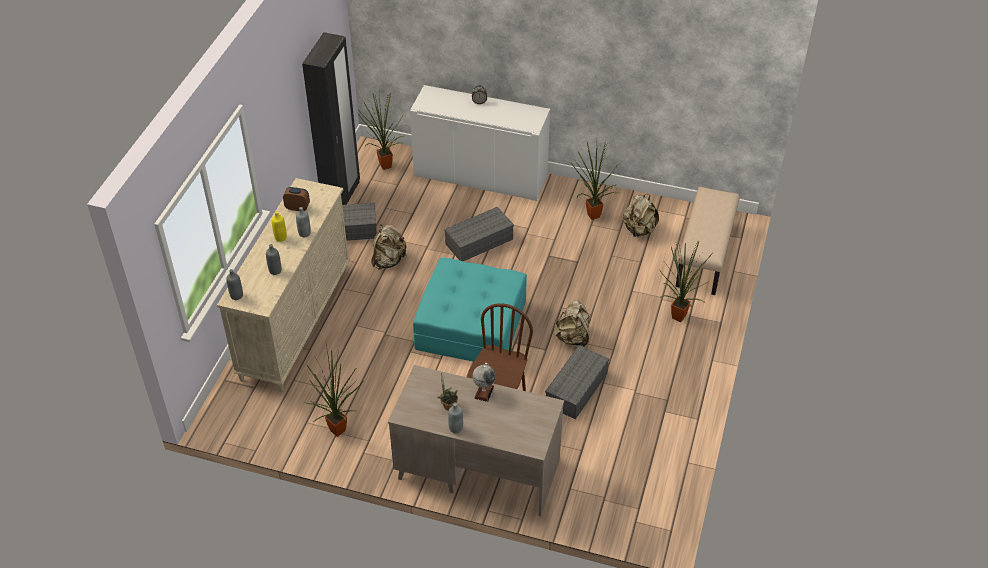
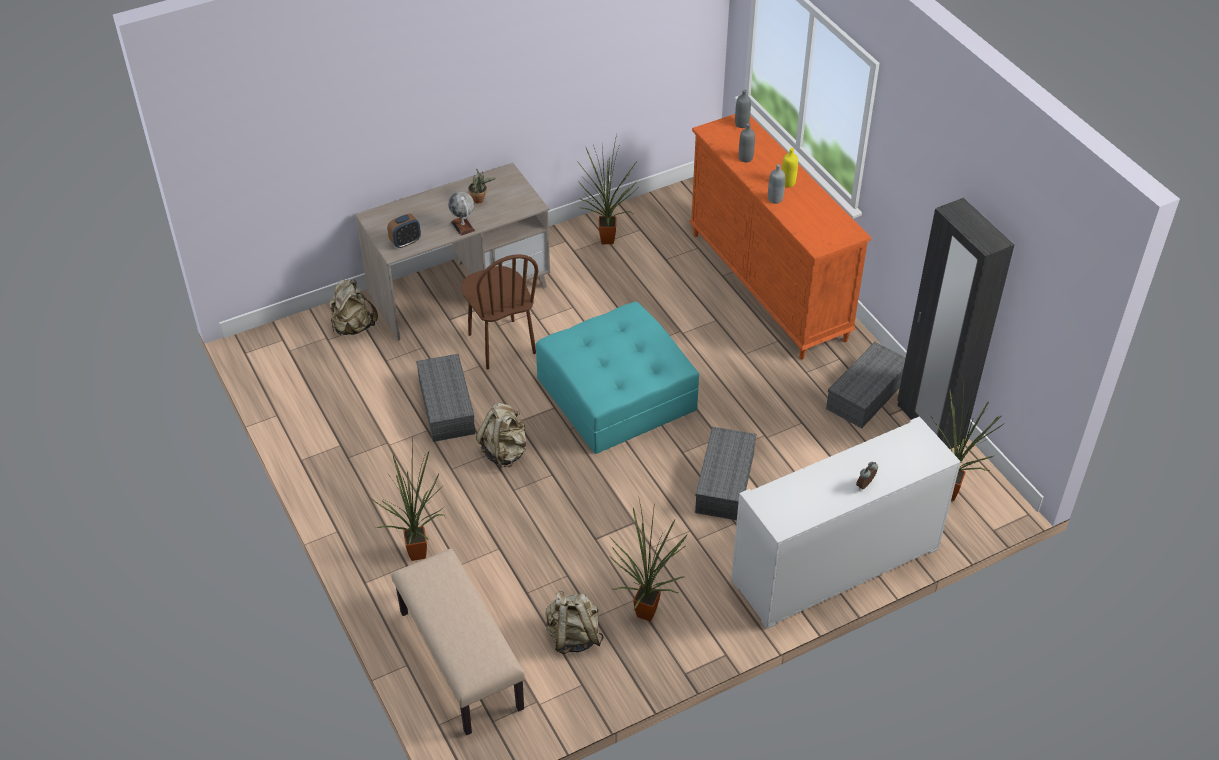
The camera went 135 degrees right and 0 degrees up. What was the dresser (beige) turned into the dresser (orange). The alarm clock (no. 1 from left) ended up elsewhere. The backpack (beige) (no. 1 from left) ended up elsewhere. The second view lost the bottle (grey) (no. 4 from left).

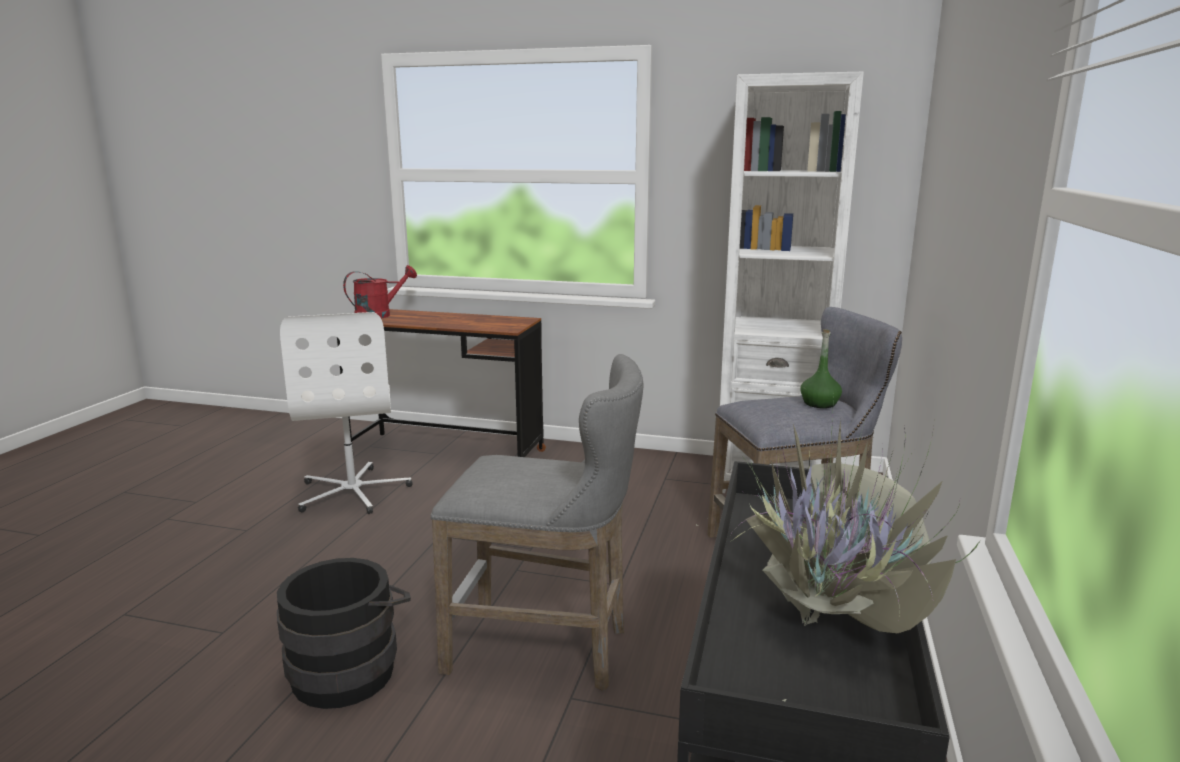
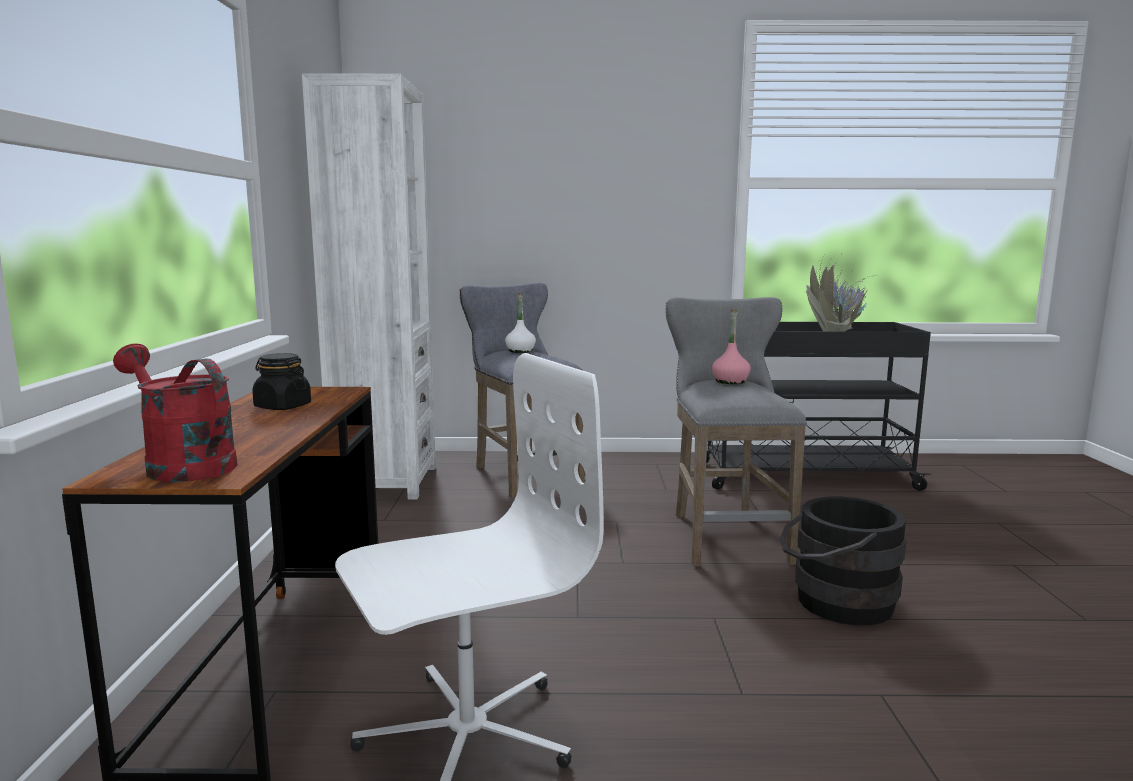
The camera went 105 degrees left and 5 degrees down. What was the bottle (green) turned into the bottle (white). The second view gained the jar (black). The second view gained the bottle (pink).

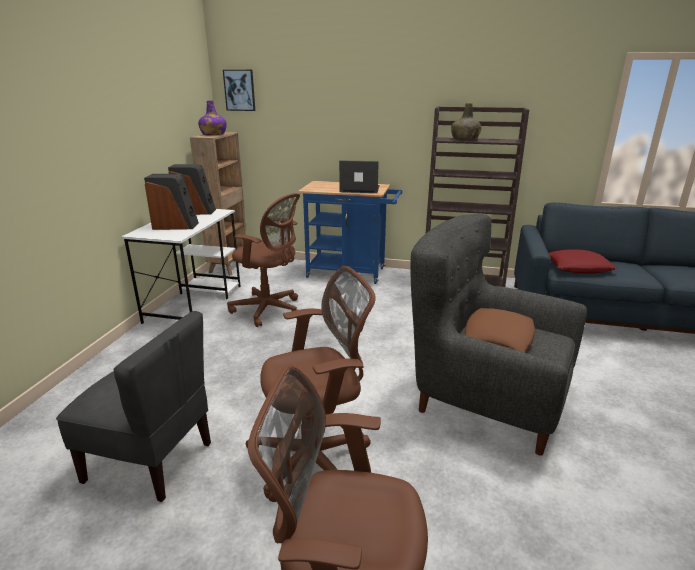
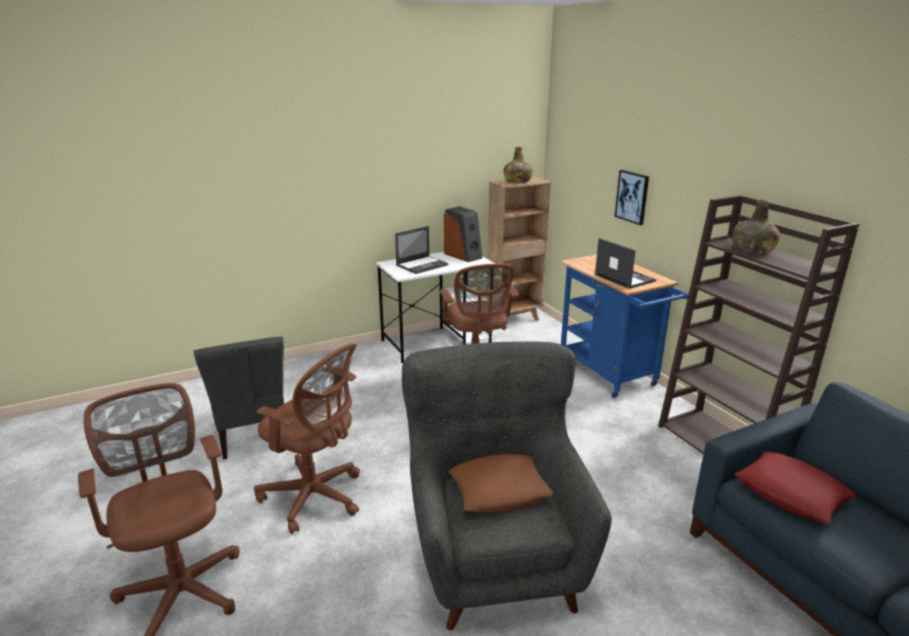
The camera went 50 degrees right and 0 degrees up. Where the speaker (no. 1 from left) stood, the laptop (no. 1 from left) came to stand. What was the bottle (purple) turned into the bottle (green) (no. 1 from left). The picture ended up elsewhere.

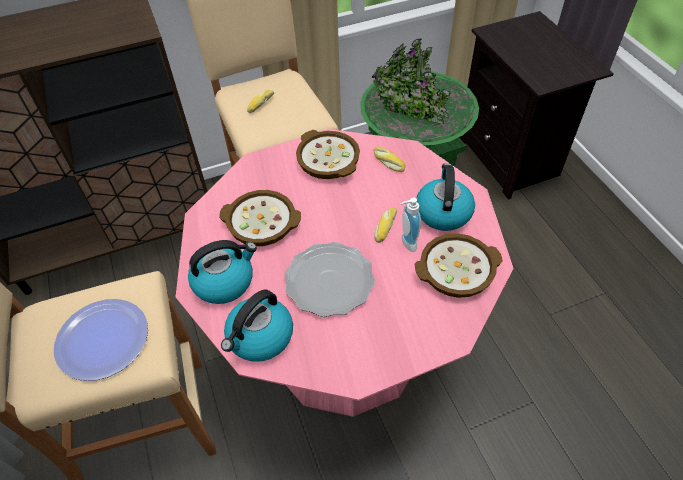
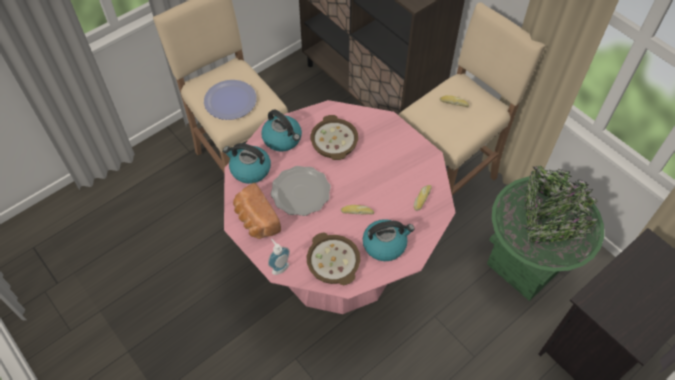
The camera went 70 degrees right and 5 degrees up. The second view lost the bowl (no. 2 from left). The soap dispenser ended up elsewhere. The second view gained the bread (no. 1 from left).

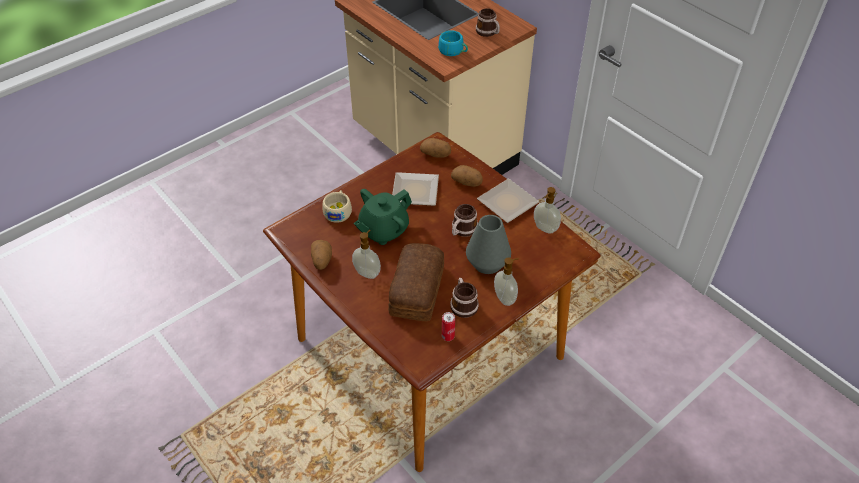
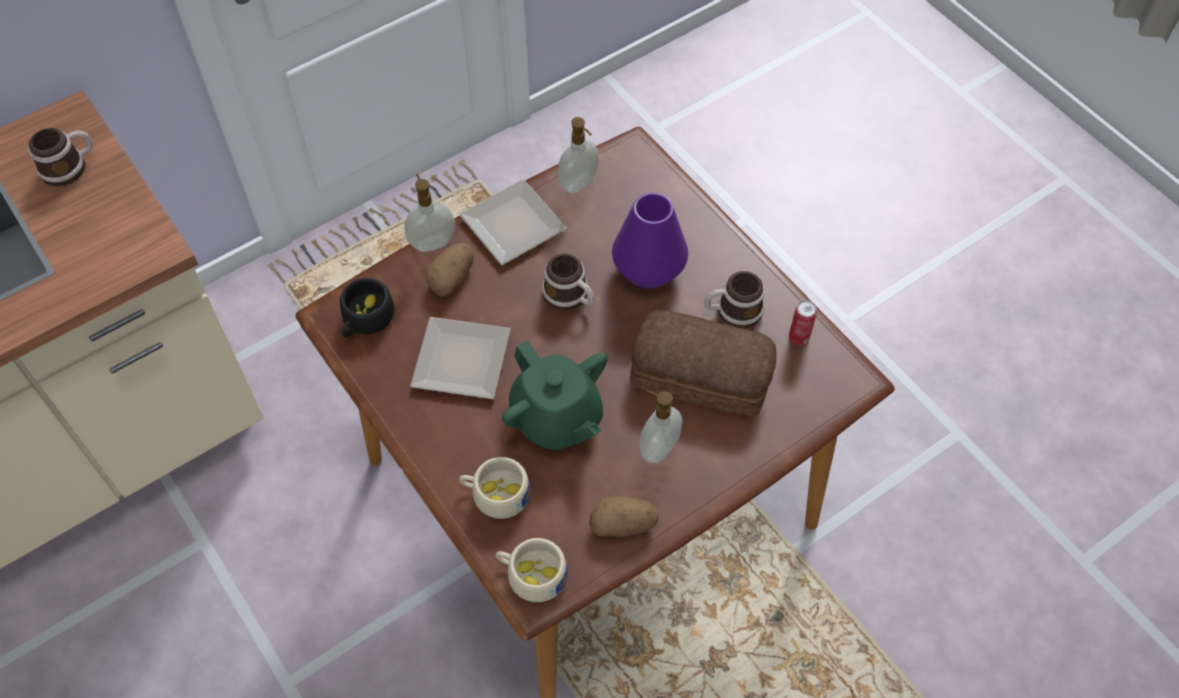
The camera went 85 degrees left and 10 degrees up. Where the potato (no. 2 from left) stood, the cup (black) came to stand. The second view lost the cup (turquoise). What was the vase (grey) turned into the vase (purple). The soap dispenser (no. 2 from left in the first image) ended up elsewhere. The second view gained the cup (beige) (no. 2 from left).

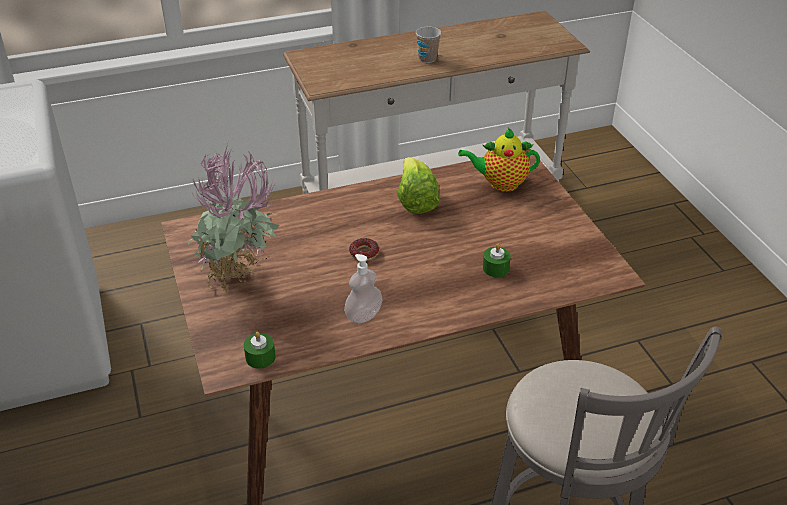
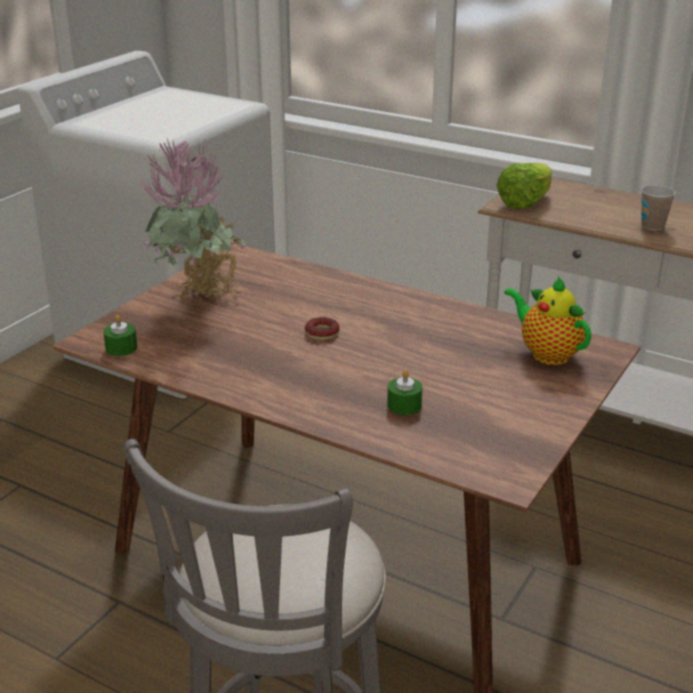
The camera went 50 degrees right and 10 degrees down. The second view lost the soap dispenser. The lettuce ended up elsewhere.

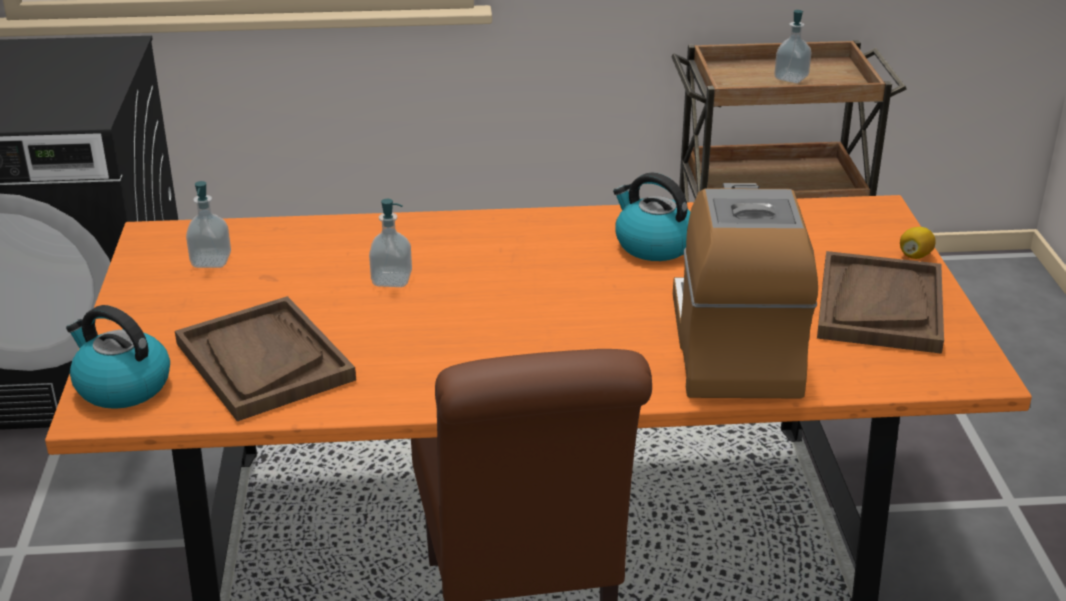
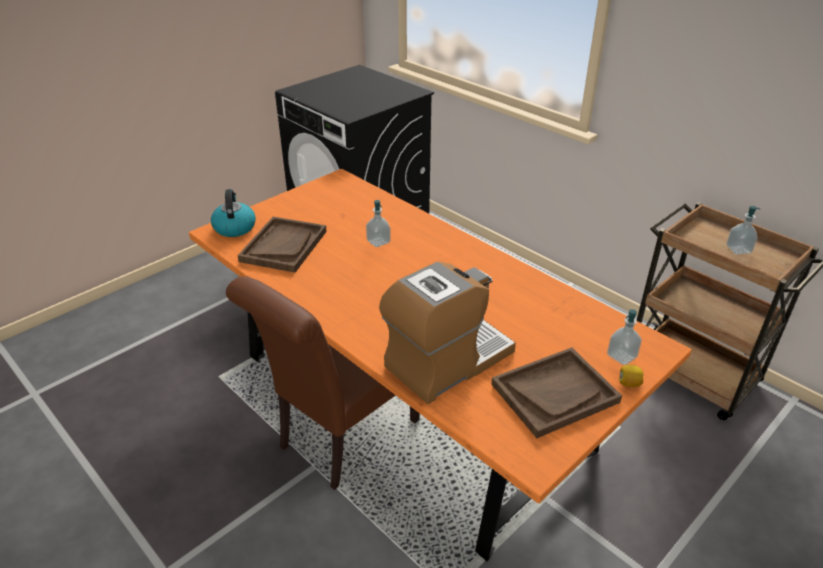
The camera went 50 degrees right and 5 degrees up. The soap dispenser (no. 1 from left in the first image) ended up elsewhere. The second view lost the kettle (no. 2 from left).

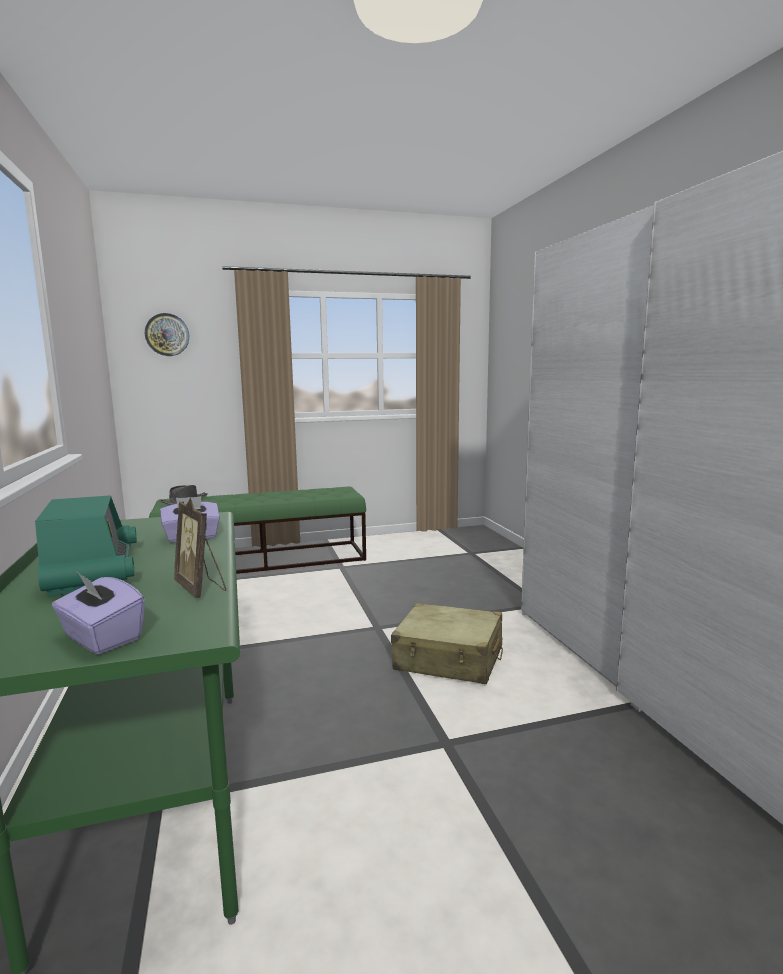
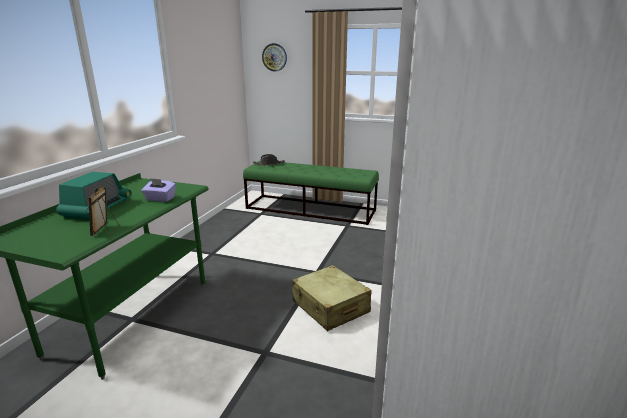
The camera went 35 degrees right and 10 degrees up. The second view lost the tissue box (purple) (no. 1 from left).

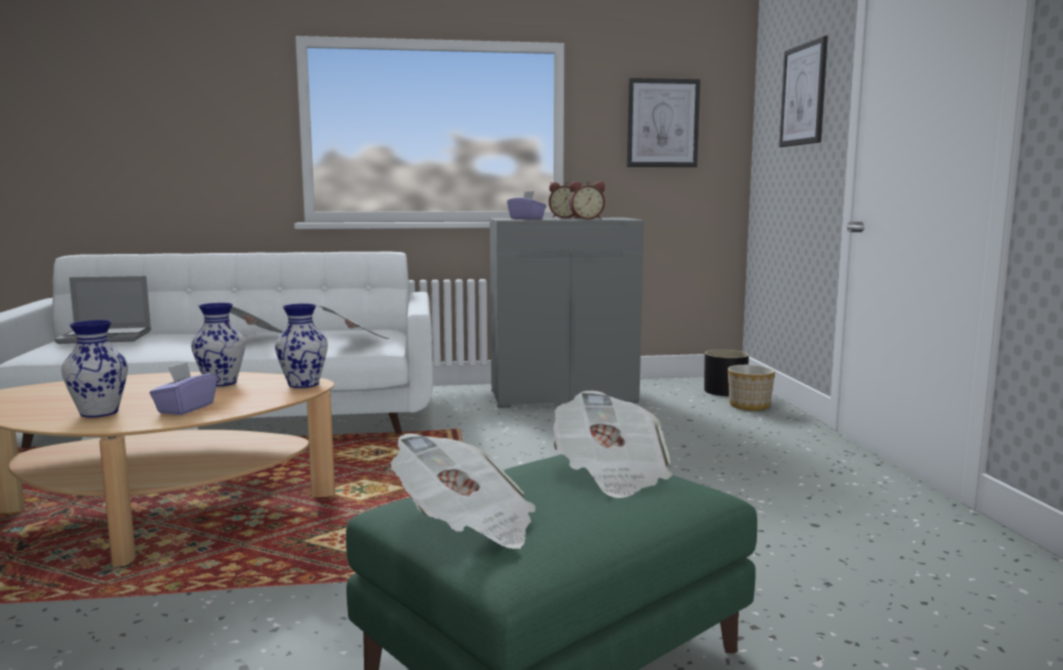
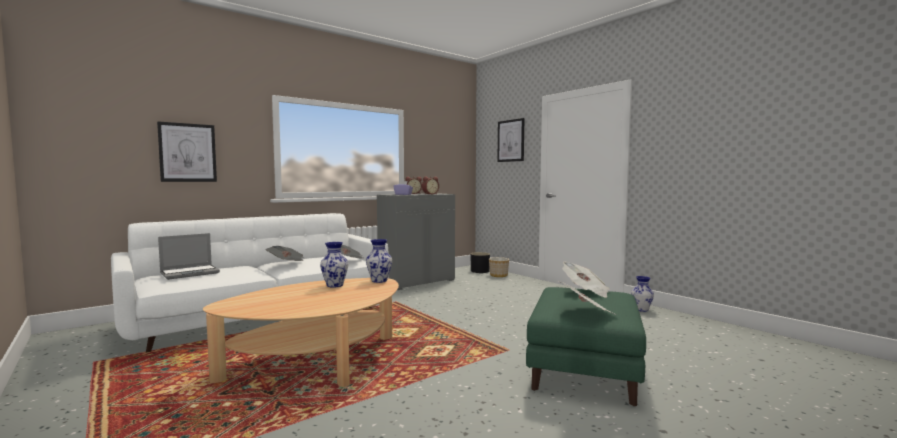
The camera went 30 degrees left and 5 degrees down. The vase (no. 1 from left in the first image) ended up elsewhere. The second view lost the tissue box (purple) (no. 1 from left). The picture (no. 1 from left) ended up elsewhere.

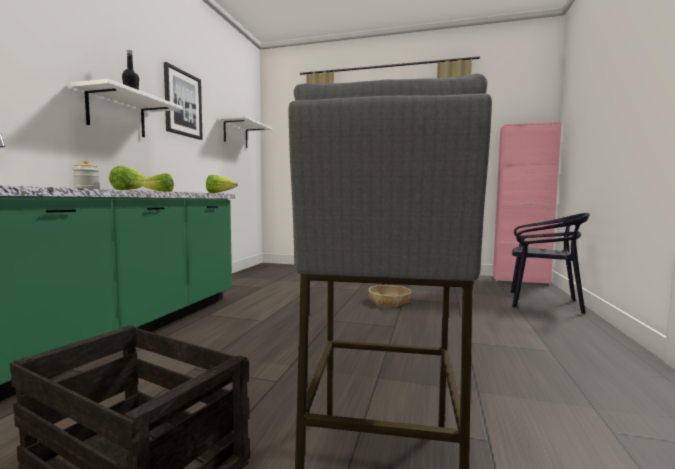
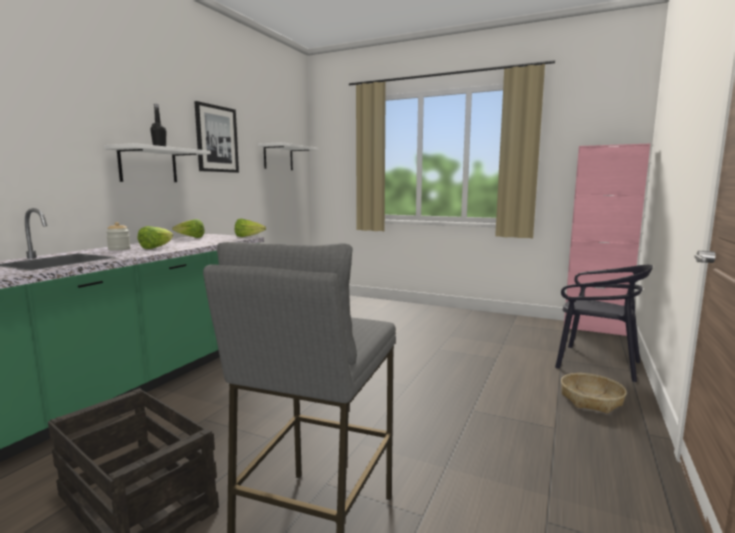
The camera went 10 degrees right and 5 degrees up. The basket ended up elsewhere.

